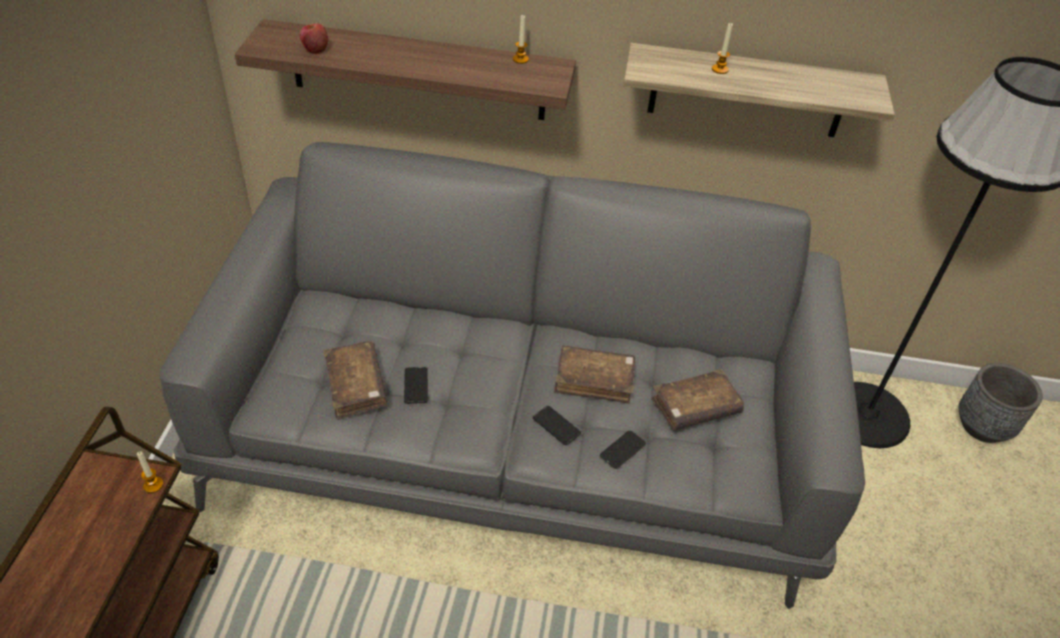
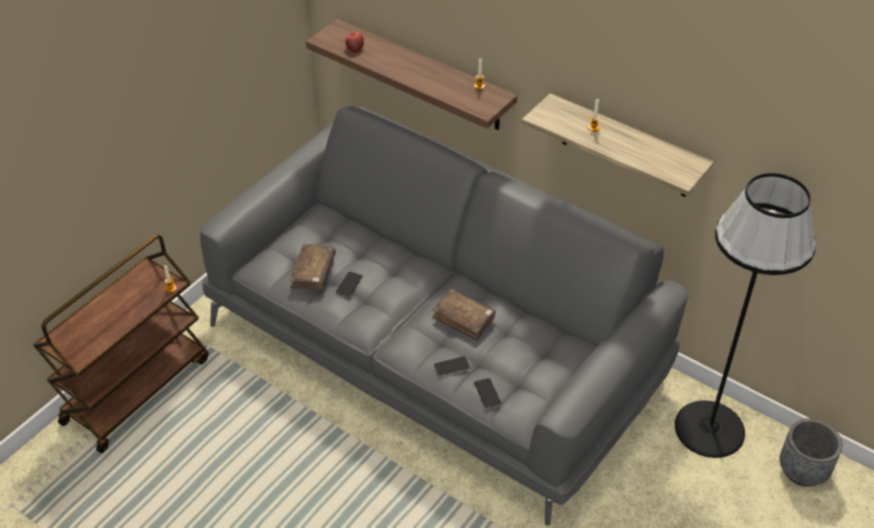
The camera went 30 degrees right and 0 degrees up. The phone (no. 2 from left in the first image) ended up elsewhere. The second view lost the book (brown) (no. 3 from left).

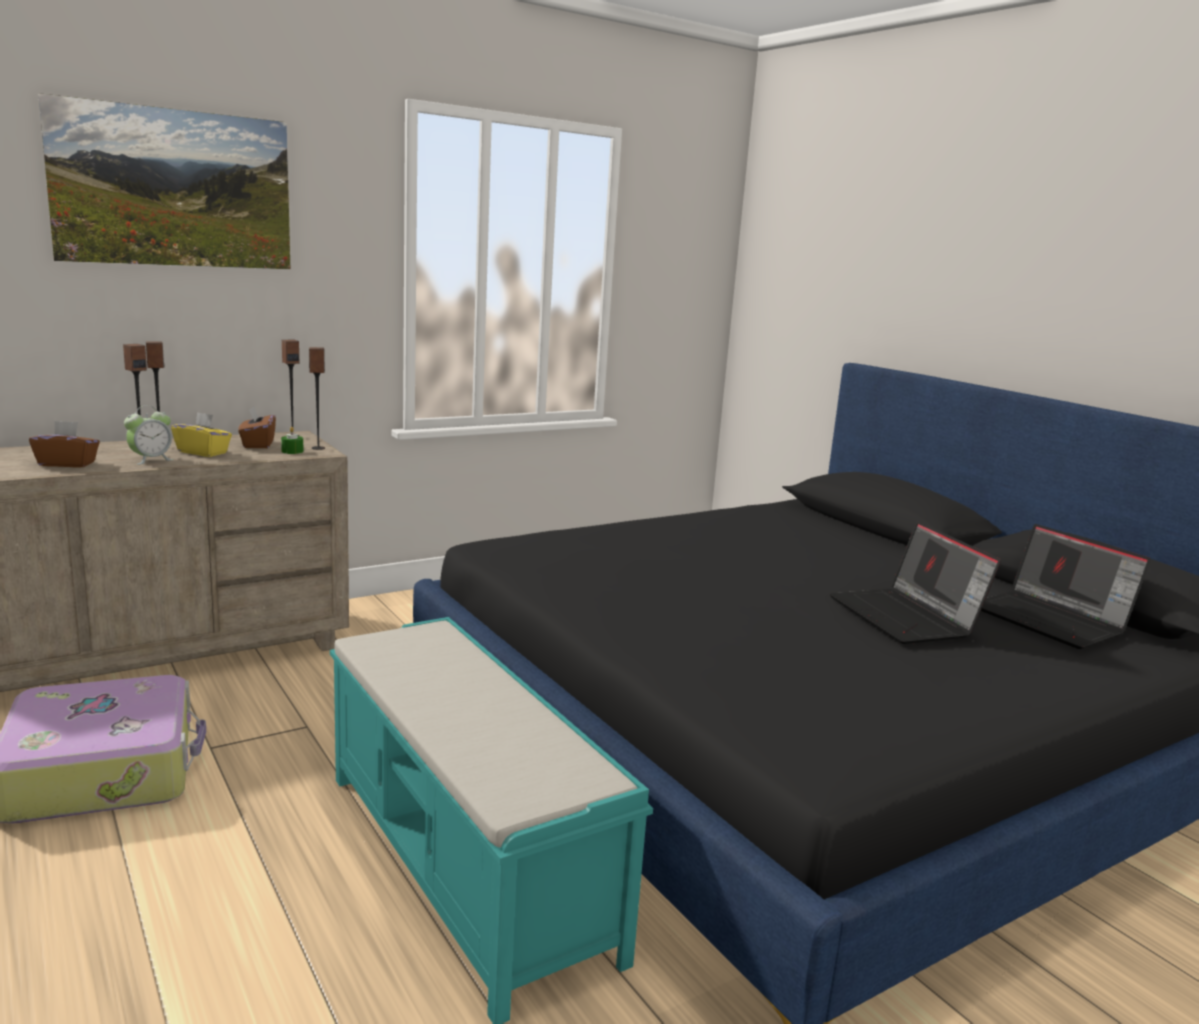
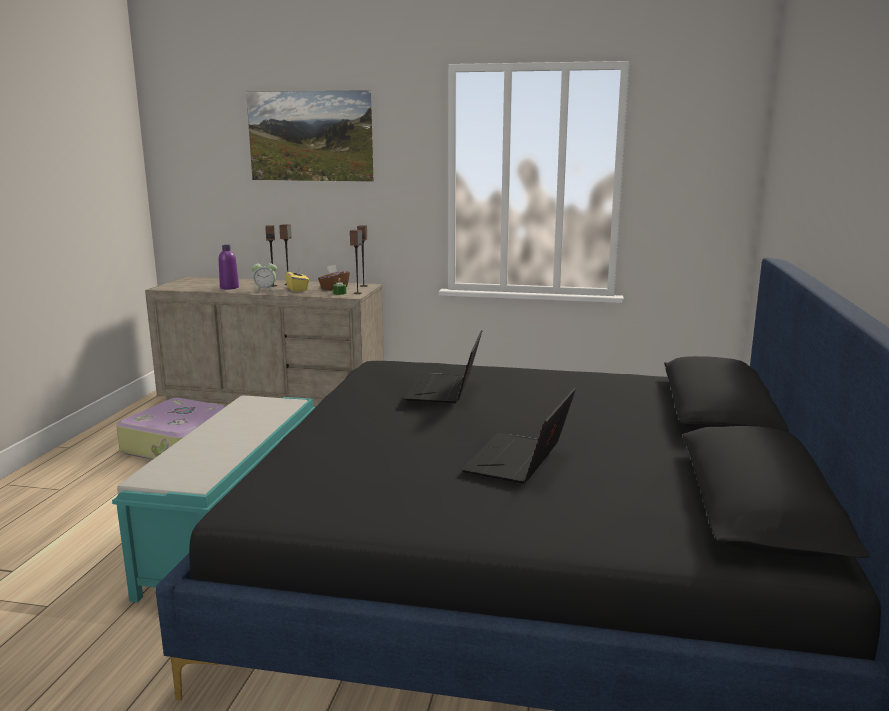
The camera went 45 degrees right and 0 degrees up. Where the tissue box (brown) (no. 1 from left) stood, the bottle (purple) came to stand. The laptop (no. 2 from left in the first image) ended up elsewhere.

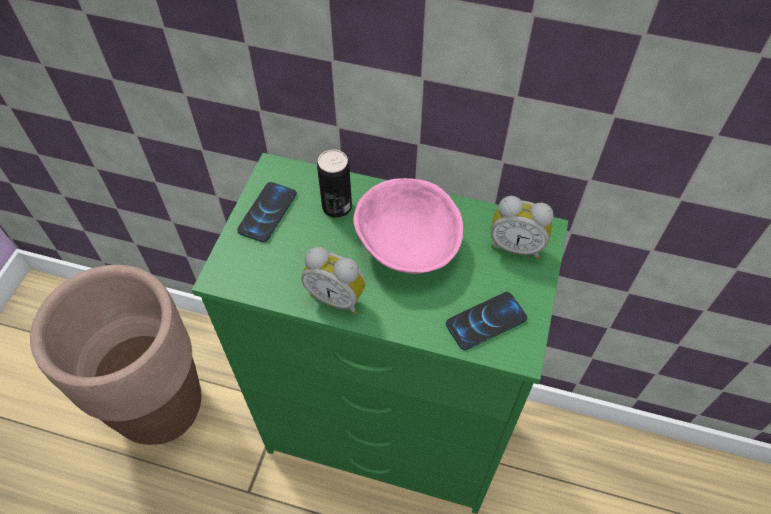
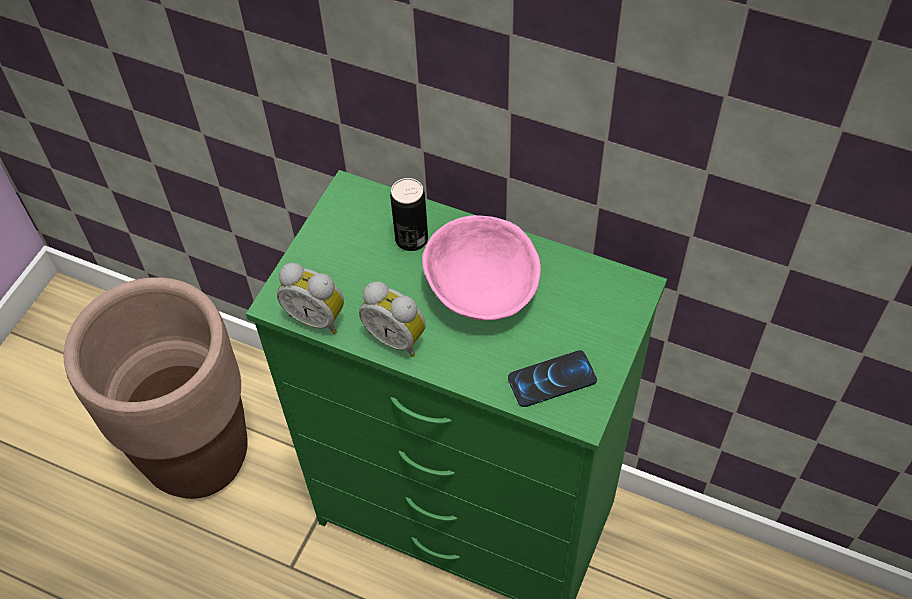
The camera went 10 degrees right and 0 degrees up. The second view lost the phone (no. 1 from left). The alarm clock (no. 2 from left in the first image) ended up elsewhere.

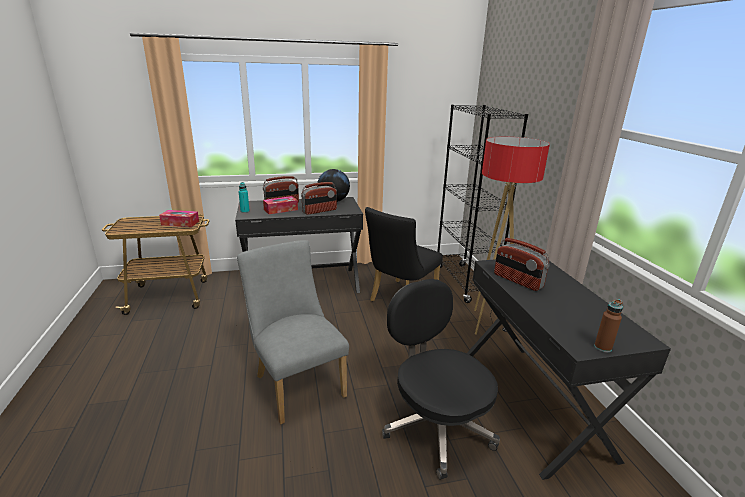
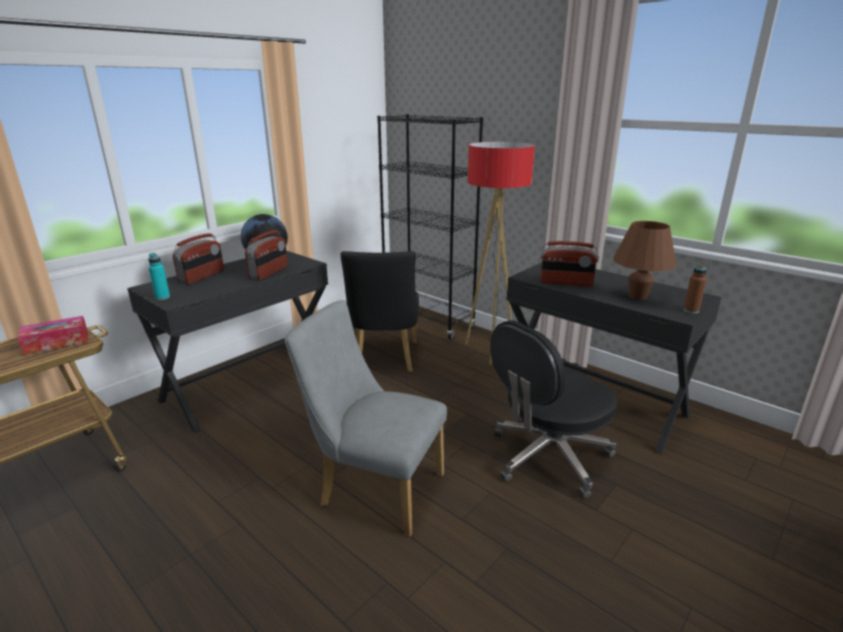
The camera went 35 degrees left and 0 degrees up. The second view lost the tissue box (no. 2 from left). The office chair (black) ended up facing another way, 60 degrees counterclockwise from before. The second view gained the table lamp (brown).

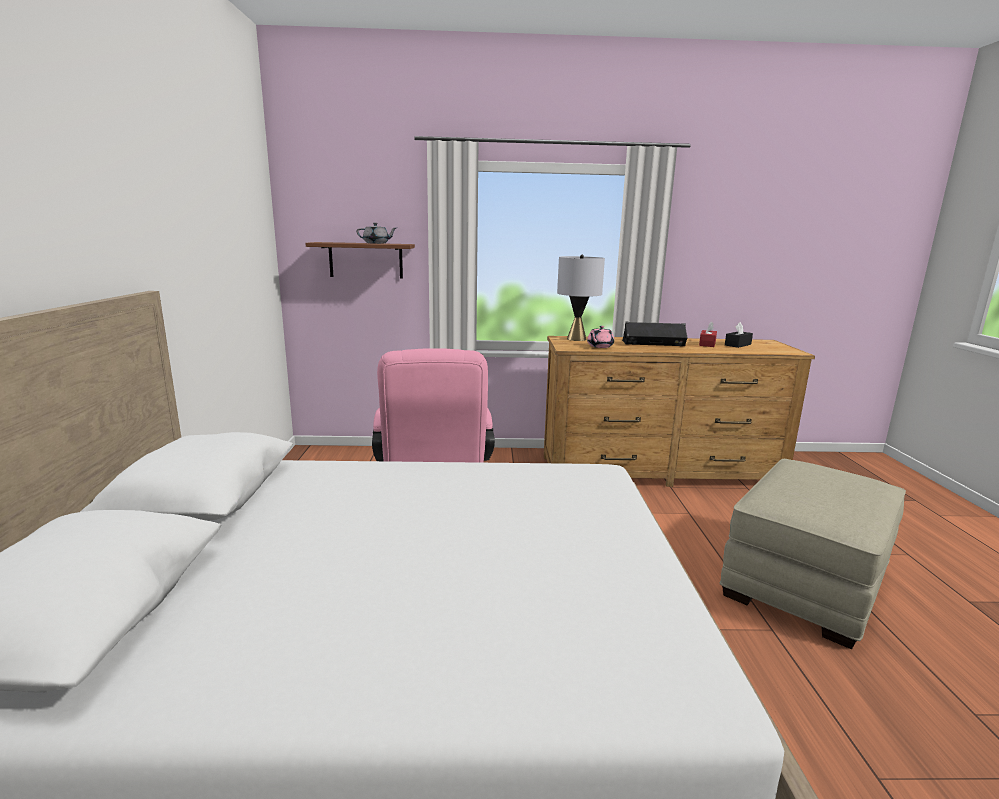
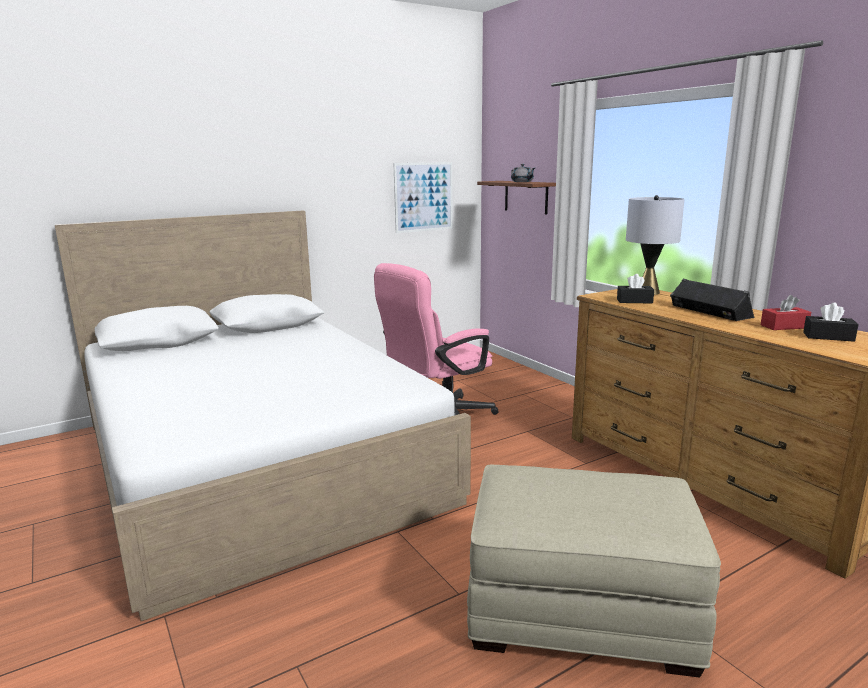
The camera went 60 degrees right and 0 degrees up. Where the teapot (pink) stood, the tissue box (black) (no. 1 from left) came to stand. The second view gained the picture.

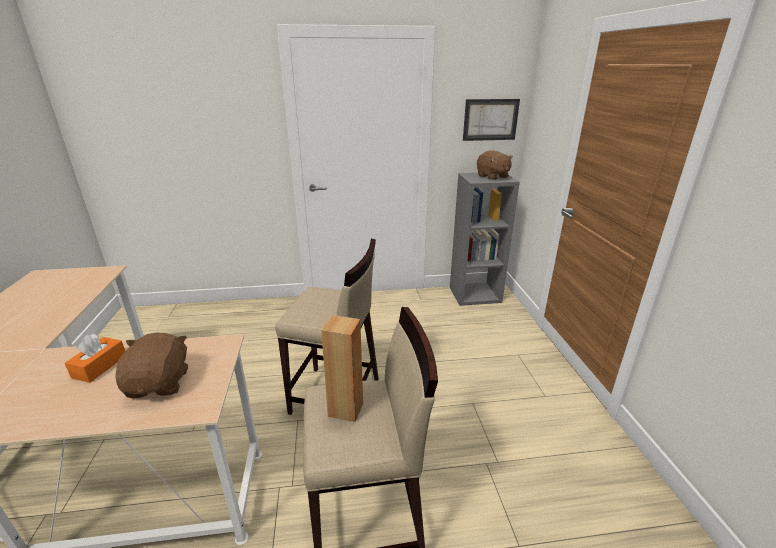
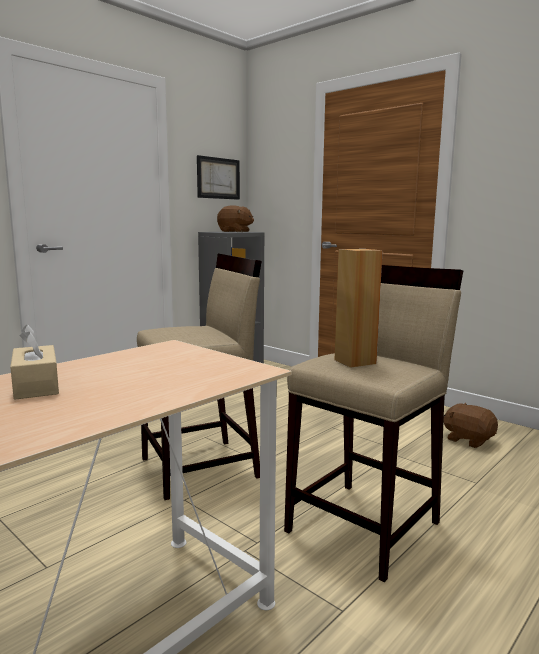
The camera went 40 degrees left and 15 degrees down. What was the tissue box (orange) turned into the tissue box (beige). The plush toy (brown) (no. 1 from left in the first image) ended up elsewhere.

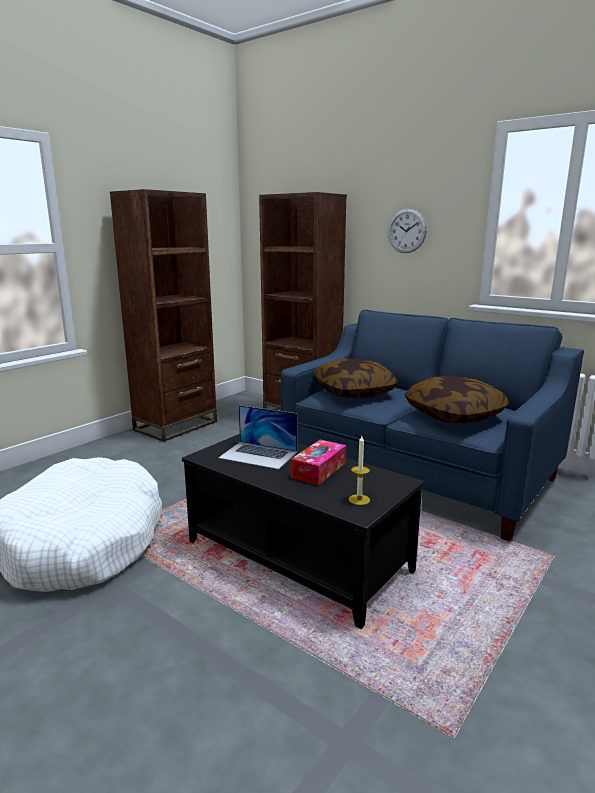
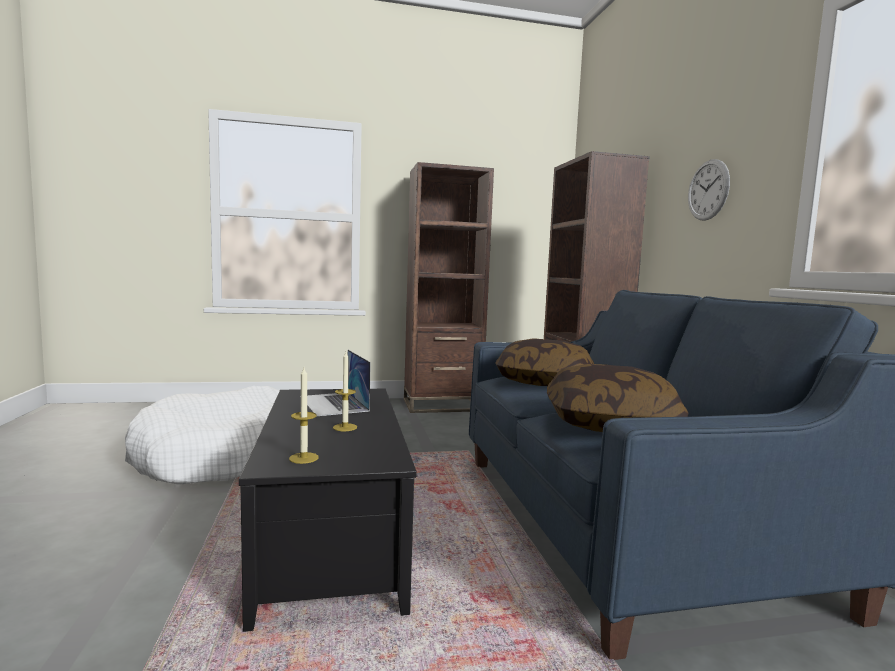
The camera went 40 degrees right and 10 degrees down. Where the tissue box stood, the candle (no. 2 from left) came to stand.

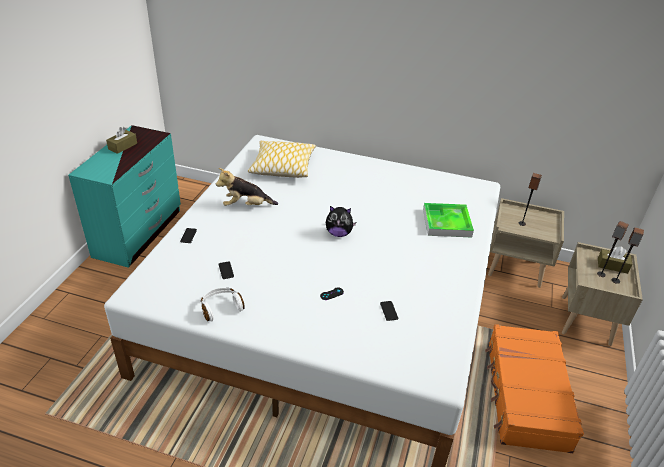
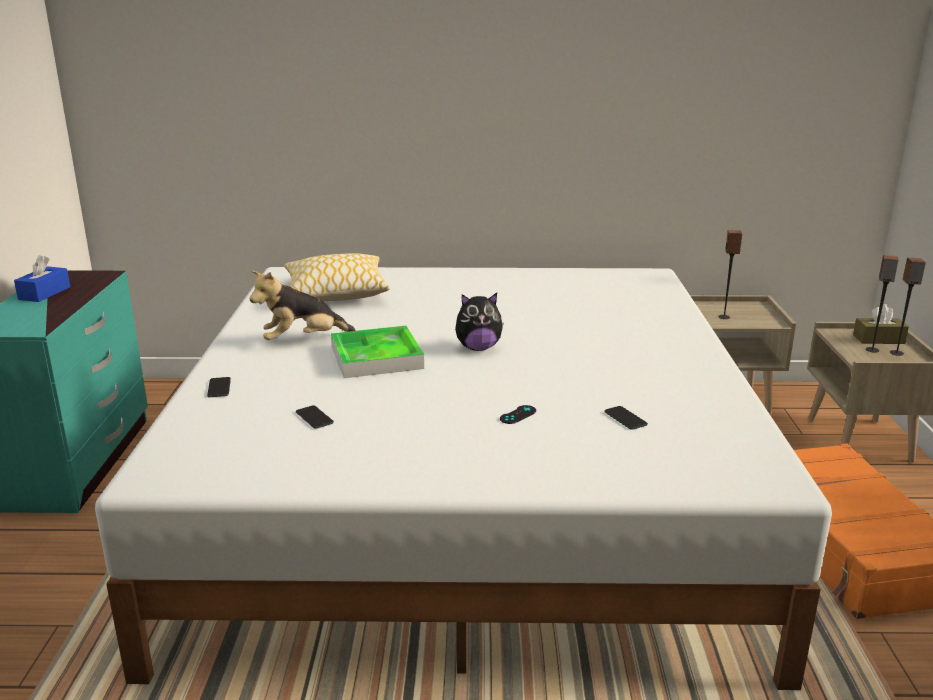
The camera went 15 degrees left and 15 degrees down. What was the tissue box (brown) (no. 1 from left) turned into the tissue box (blue). The second view lost the headphones (white). The tray ended up elsewhere.

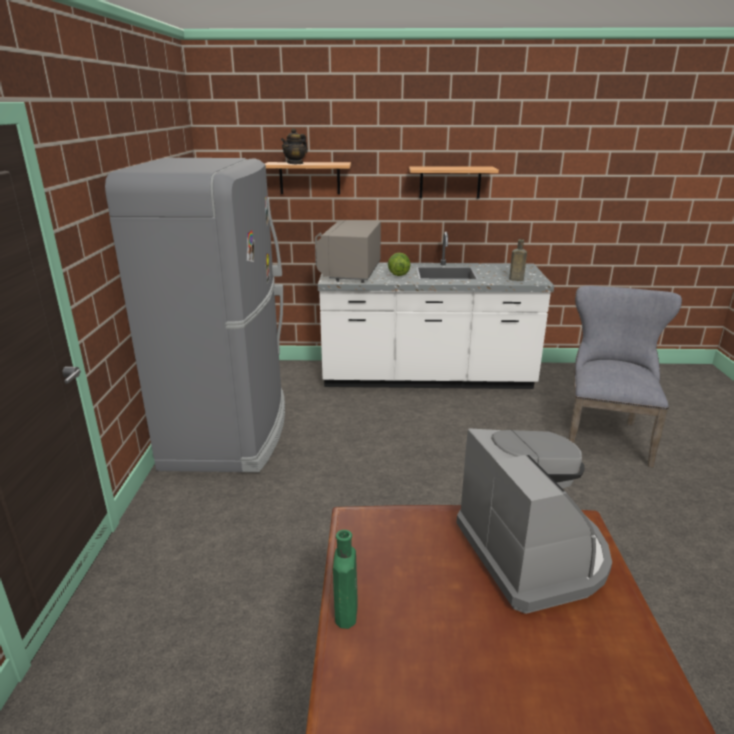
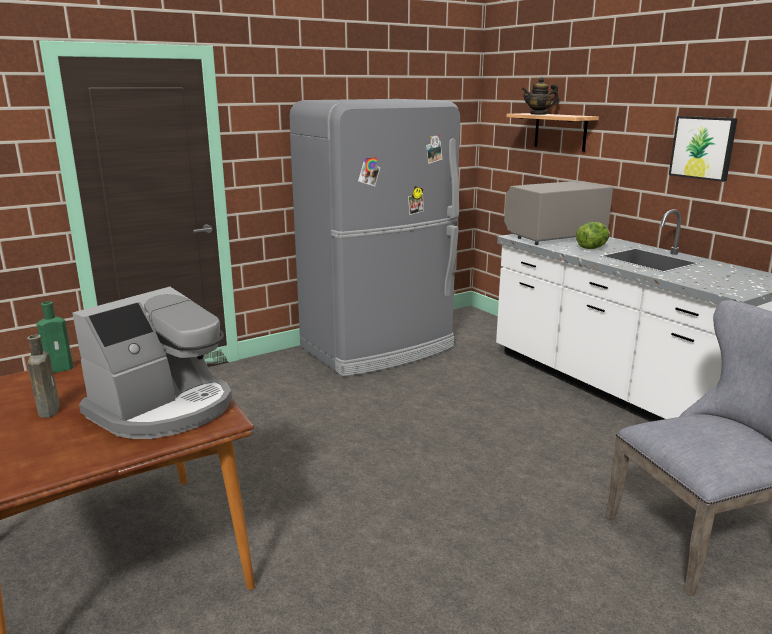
The camera went 55 degrees right and 5 degrees down. Where the shelf (no. 2 from left) hung, the picture came to hang. The bottle (brown) ended up elsewhere.

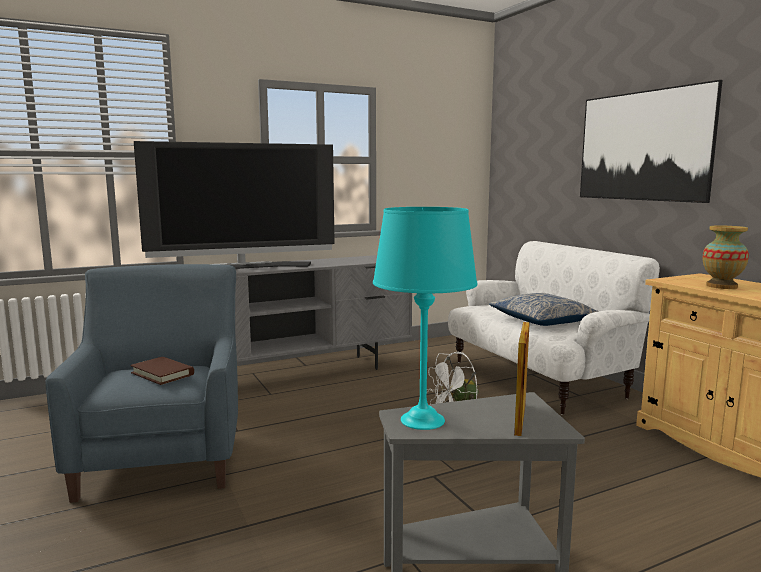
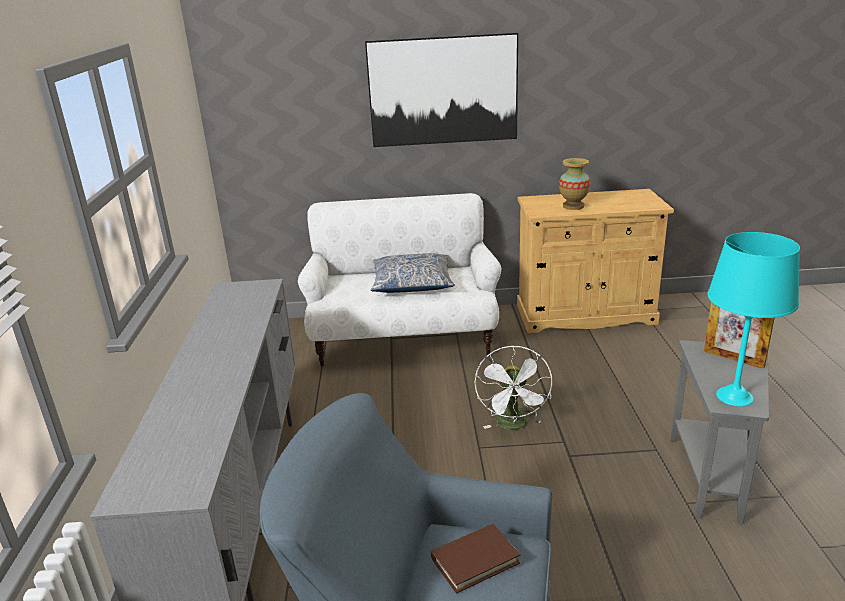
The camera went 65 degrees left and 15 degrees up. The second view lost the television.

